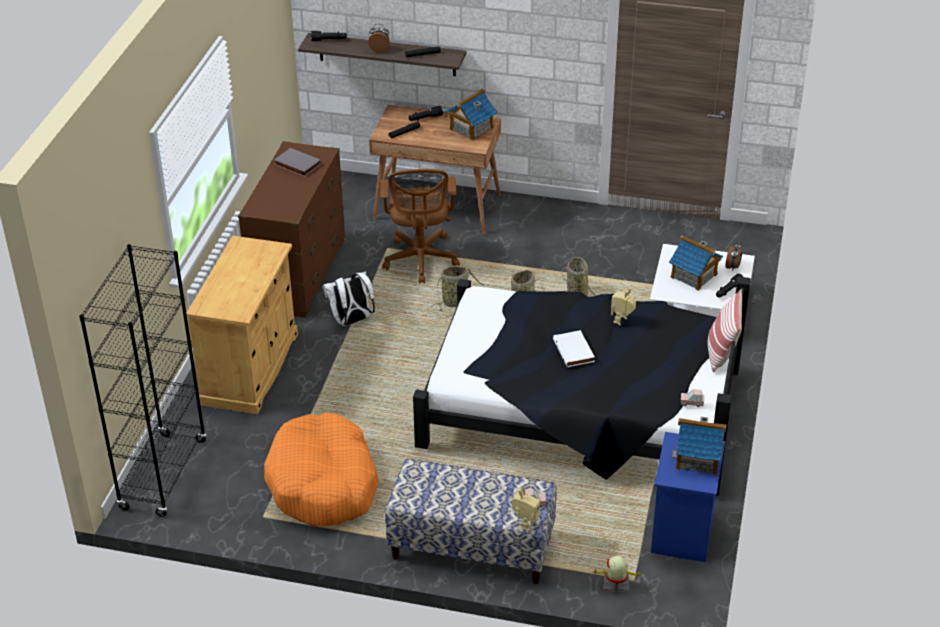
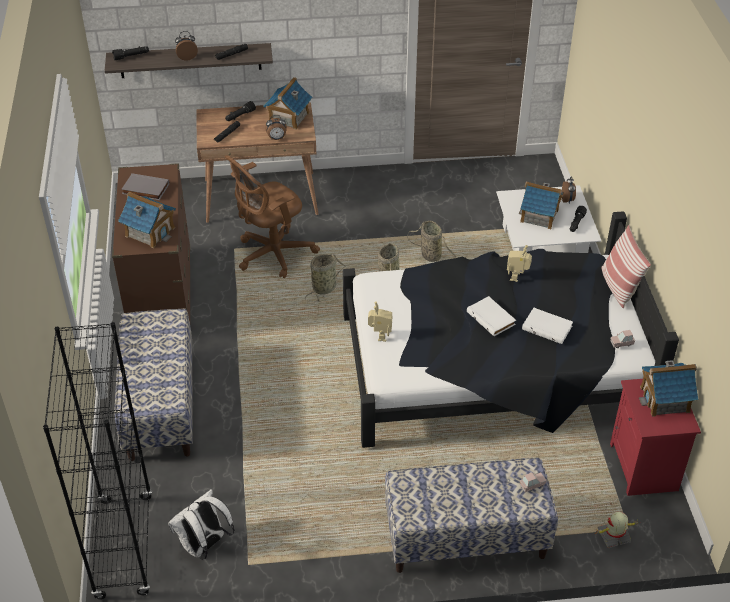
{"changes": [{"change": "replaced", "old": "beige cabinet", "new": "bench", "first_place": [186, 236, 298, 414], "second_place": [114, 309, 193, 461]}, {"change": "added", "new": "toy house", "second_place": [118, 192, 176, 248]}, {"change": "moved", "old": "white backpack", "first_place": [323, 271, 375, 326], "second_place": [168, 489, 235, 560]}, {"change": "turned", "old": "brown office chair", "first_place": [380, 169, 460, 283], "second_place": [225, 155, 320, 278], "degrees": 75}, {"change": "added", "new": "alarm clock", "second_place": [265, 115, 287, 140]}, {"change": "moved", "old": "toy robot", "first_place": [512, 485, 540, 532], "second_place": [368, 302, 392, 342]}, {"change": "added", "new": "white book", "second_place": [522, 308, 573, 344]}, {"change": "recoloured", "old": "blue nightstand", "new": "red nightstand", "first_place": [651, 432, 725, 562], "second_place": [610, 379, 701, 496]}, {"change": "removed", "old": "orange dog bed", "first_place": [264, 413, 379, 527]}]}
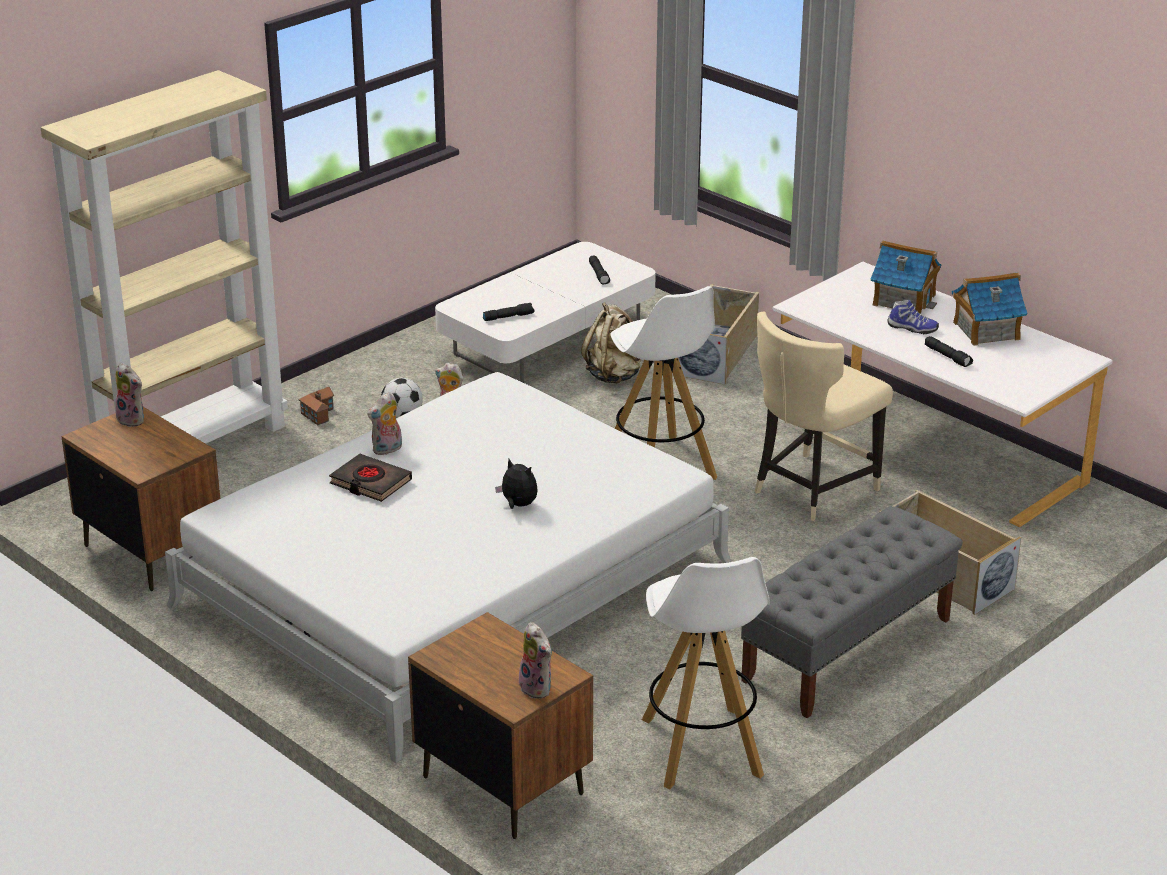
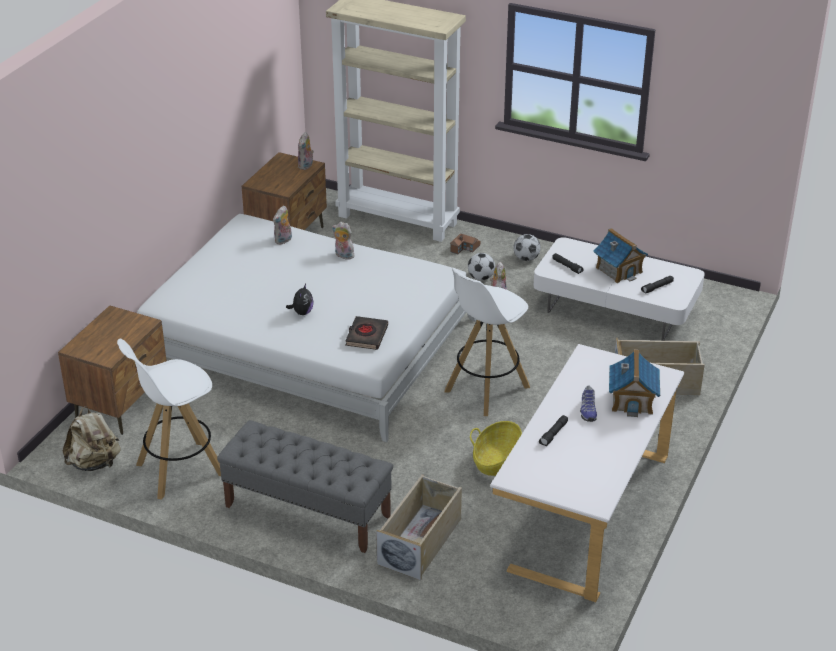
{"changes": [{"change": "moved", "old": "beige backpack", "first_place": [581, 302, 641, 384], "second_place": [63, 406, 121, 471]}, {"change": "moved", "old": "plush toy", "first_place": [519, 622, 552, 699], "second_place": [273, 205, 292, 245]}, {"change": "moved", "old": "black book", "first_place": [329, 454, 412, 502], "second_place": [345, 316, 388, 350]}, {"change": "replaced", "old": "beige chair", "new": "basket", "first_place": [754, 312, 893, 521], "second_place": [470, 421, 522, 476]}, {"change": "added", "new": "football", "second_place": [513, 234, 541, 261]}, {"change": "moved", "old": "toy house", "first_place": [952, 272, 1028, 346], "second_place": [593, 228, 648, 283]}]}
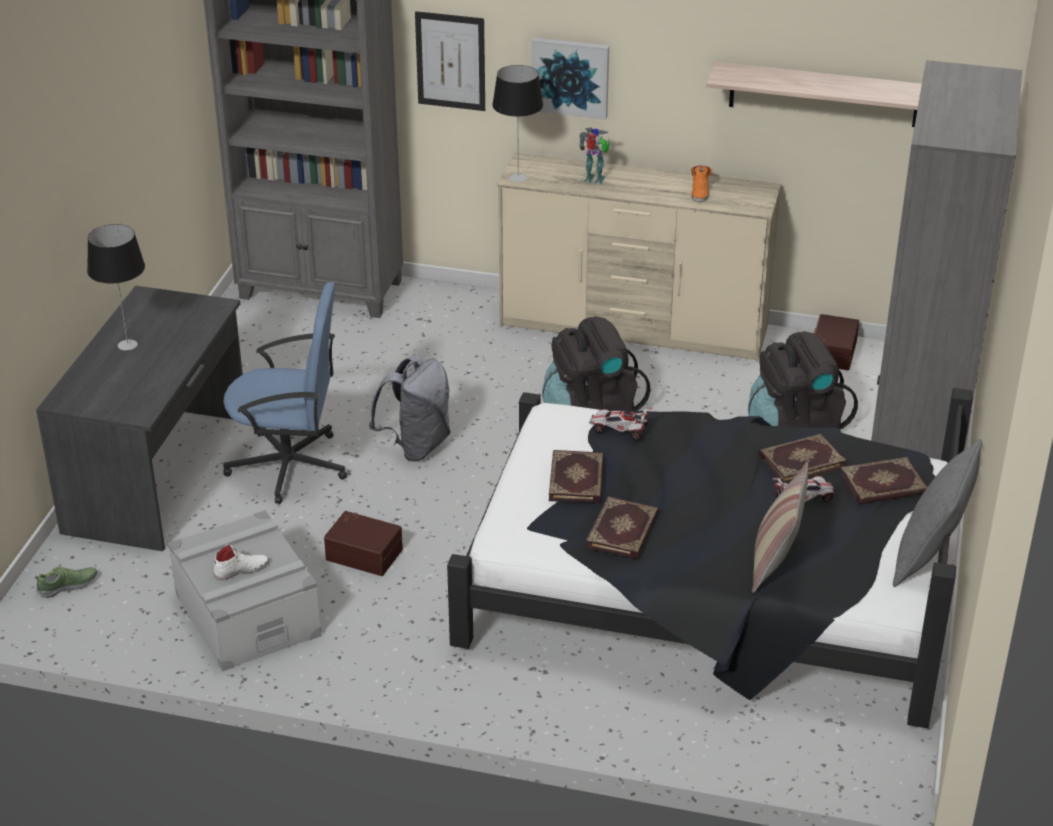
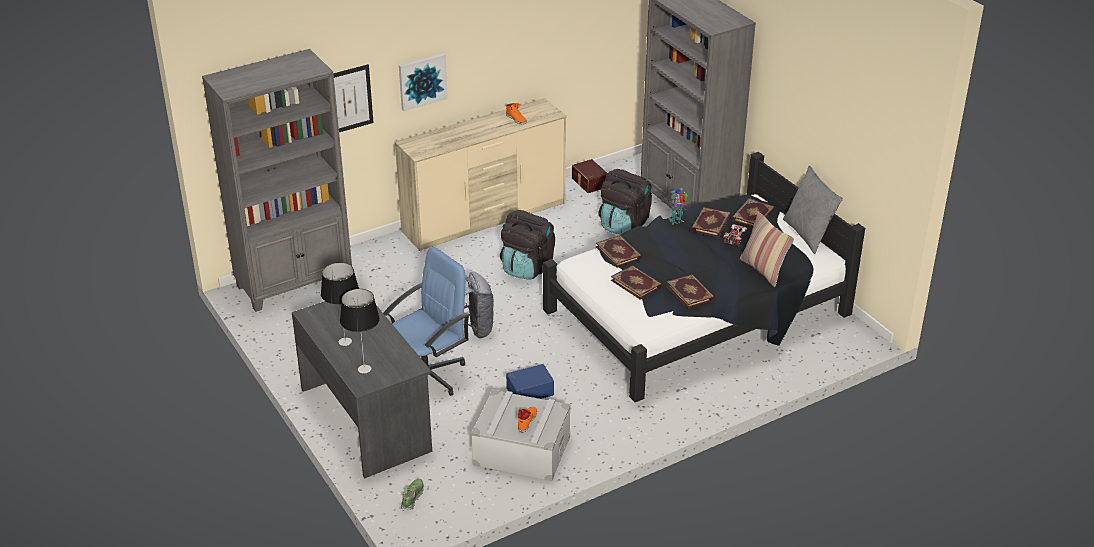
{"changes": [{"change": "moved", "old": "table lamp", "first_place": [492, 65, 543, 182], "second_place": [340, 289, 380, 373]}, {"change": "recoloured", "old": "brown storage box", "new": "blue storage box", "first_place": [324, 511, 403, 576], "second_place": [506, 364, 554, 399]}, {"change": "recoloured", "old": "white shoe", "new": "orange shoe", "first_place": [214, 543, 269, 580], "second_place": [518, 407, 537, 432]}, {"change": "replaced", "old": "toy car", "new": "book", "first_place": [589, 407, 653, 440], "second_place": [596, 235, 642, 268]}, {"change": "moved", "old": "toy robot", "first_place": [579, 128, 610, 185], "second_place": [669, 188, 689, 225]}, {"change": "removed", "old": "shelf", "first_place": [706, 62, 922, 127]}]}
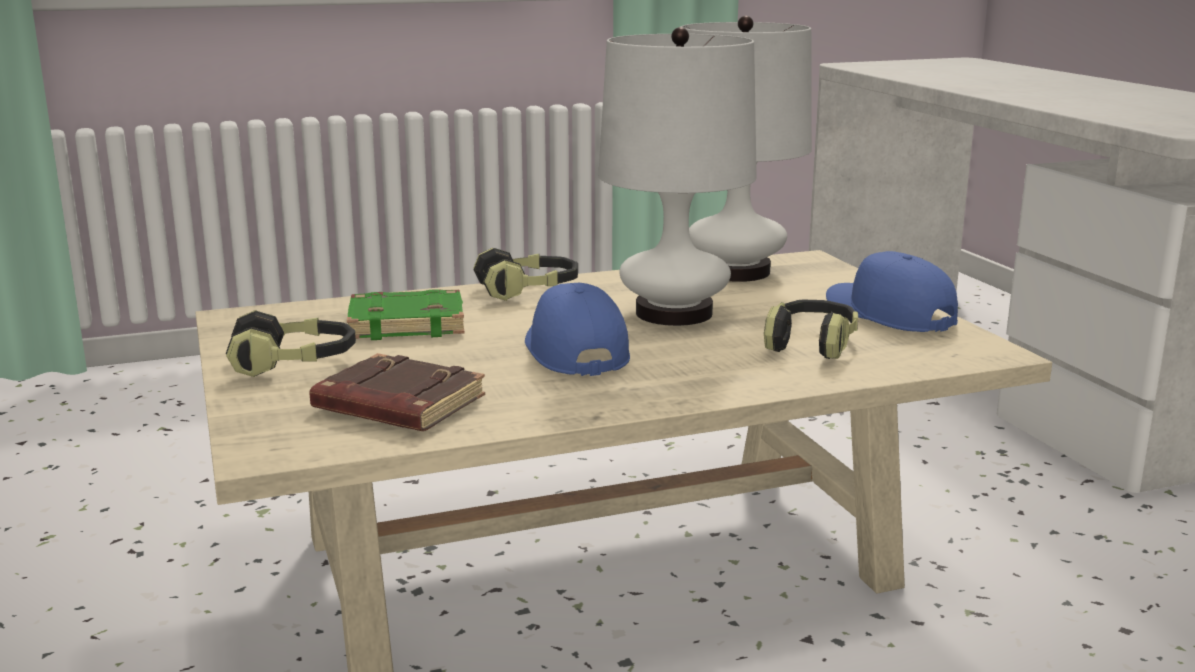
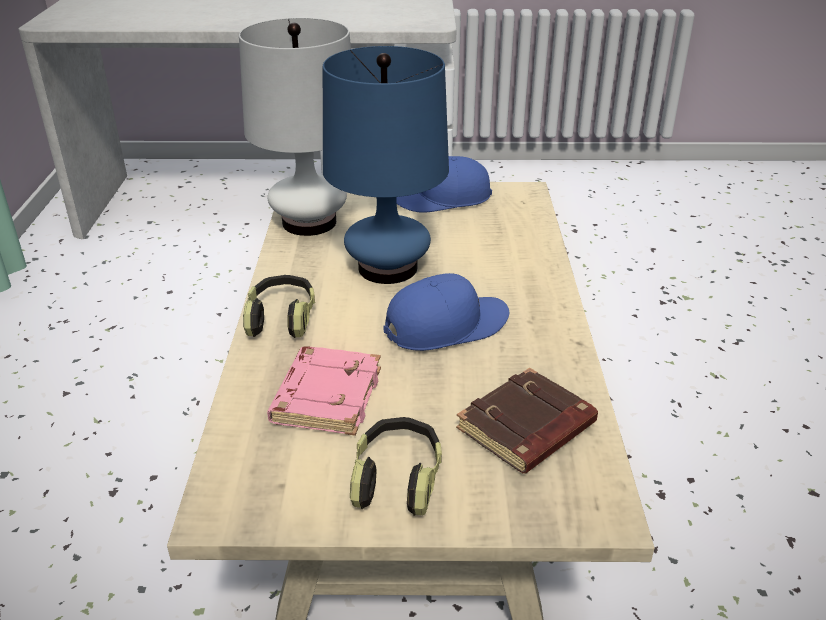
{"changes": [{"change": "recoloured", "old": "green book", "new": "pink book", "first_place": [347, 289, 465, 340], "second_place": [267, 346, 381, 436]}, {"change": "recoloured", "old": "white table lamp", "new": "blue table lamp", "first_place": [598, 27, 757, 326], "second_place": [323, 46, 449, 284]}, {"change": "turned", "old": "blue cap", "first_place": [525, 283, 630, 376], "second_place": [383, 273, 509, 351], "degrees": 150}, {"change": "removed", "old": "headphones", "first_place": [764, 299, 858, 359]}]}
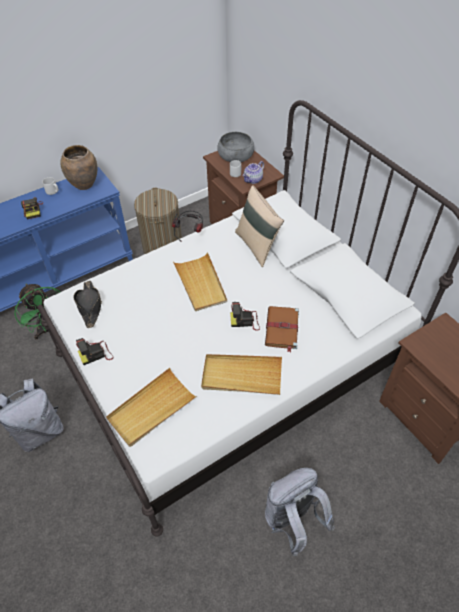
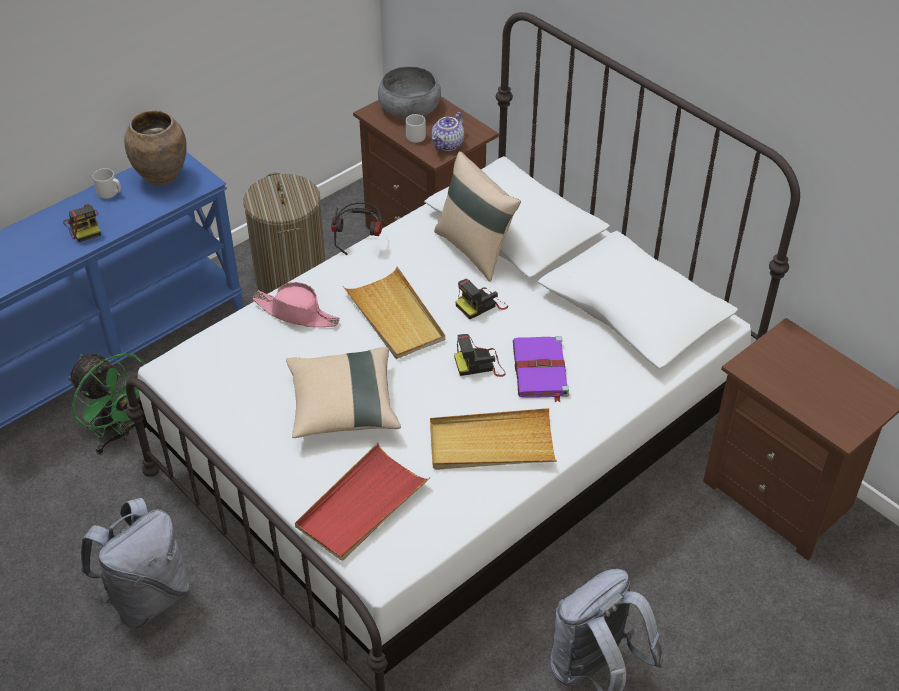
{"changes": [{"change": "added", "new": "pink hat", "second_place": [252, 282, 340, 327]}, {"change": "added", "new": "beige pillow", "second_place": [286, 347, 401, 438]}, {"change": "recoloured", "old": "beige tray", "new": "red tray", "first_place": [106, 368, 197, 447], "second_place": [295, 443, 430, 561]}, {"change": "moved", "old": "photo camera", "first_place": [76, 338, 114, 365], "second_place": [455, 279, 508, 319]}, {"change": "recoloured", "old": "brown book", "new": "purple book", "first_place": [265, 306, 299, 352], "second_place": [513, 336, 569, 402]}, {"change": "removed", "old": "black hat", "first_place": [73, 281, 102, 328]}]}
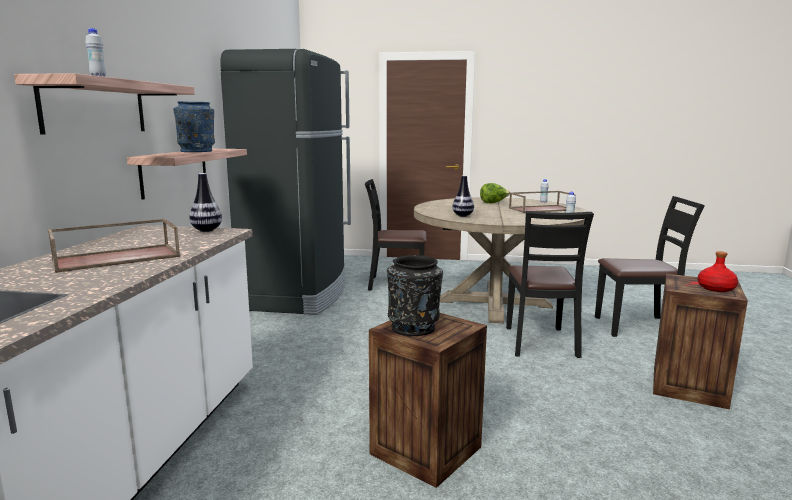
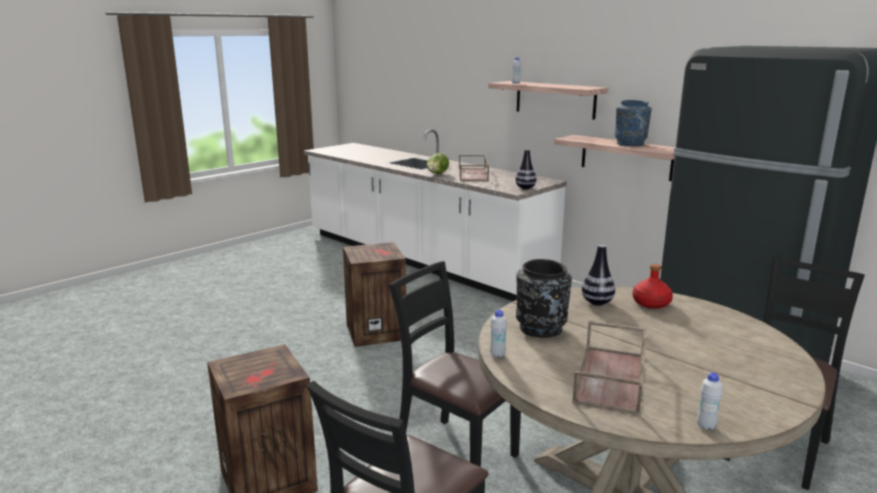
{"changes": [{"change": "moved", "old": "lettuce", "first_place": [480, 183, 510, 203], "second_place": [427, 153, 449, 174]}, {"change": "moved", "old": "black vase", "first_place": [387, 255, 443, 336], "second_place": [516, 259, 572, 338]}, {"change": "moved", "old": "red bottle", "first_place": [698, 251, 738, 292], "second_place": [632, 264, 673, 309]}]}
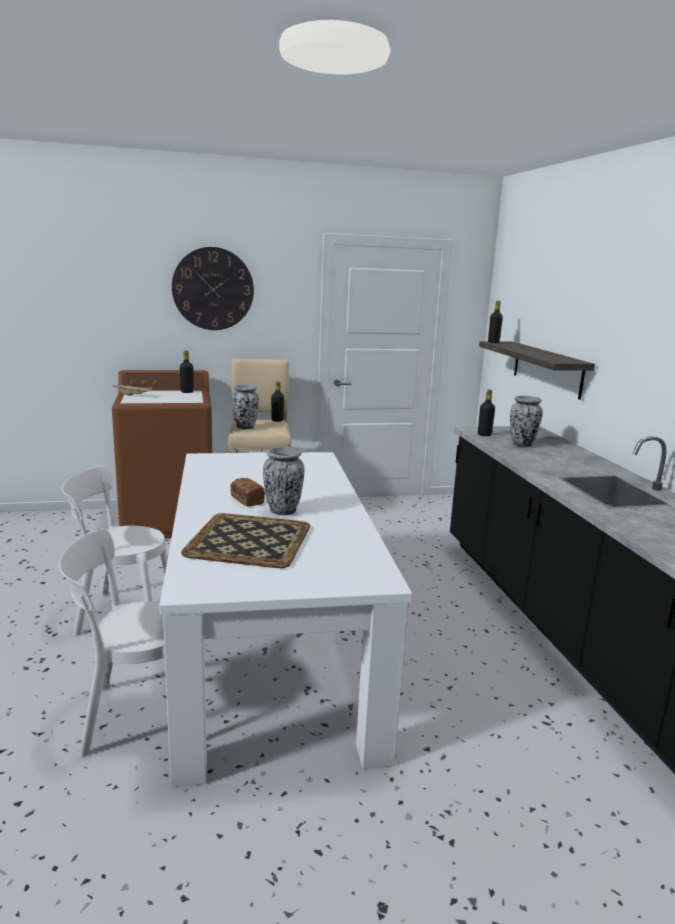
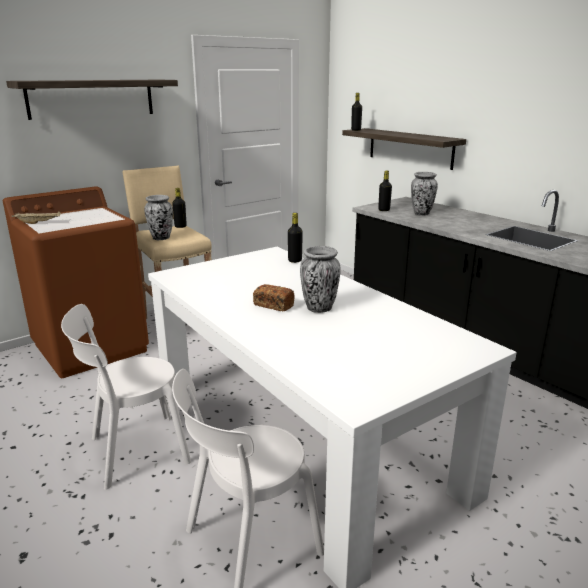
{"changes": [{"change": "replaced", "old": "wall clock", "new": "shelf", "first_place": [172, 247, 254, 330], "second_place": [6, 80, 178, 120]}, {"change": "moved", "old": "black bottle", "first_place": [180, 351, 194, 393], "second_place": [288, 213, 303, 263]}, {"change": "removed", "old": "tray", "first_place": [181, 513, 310, 568]}]}
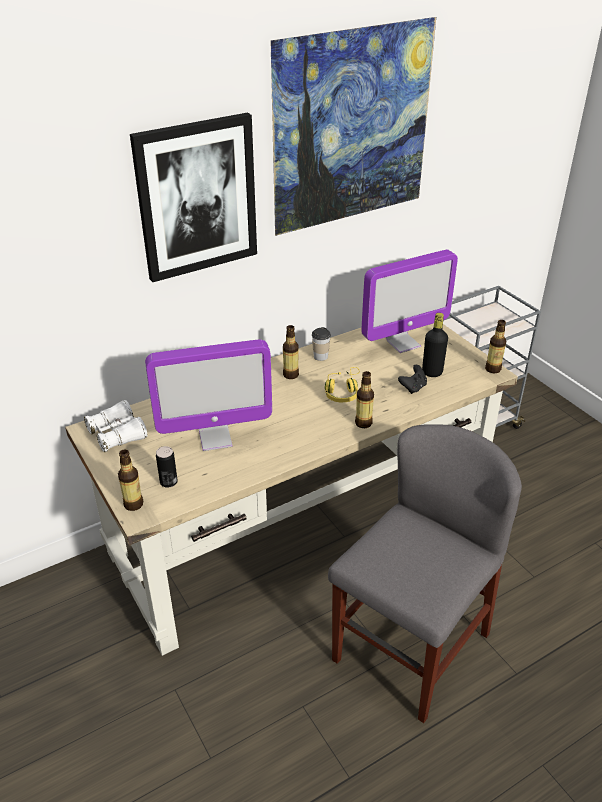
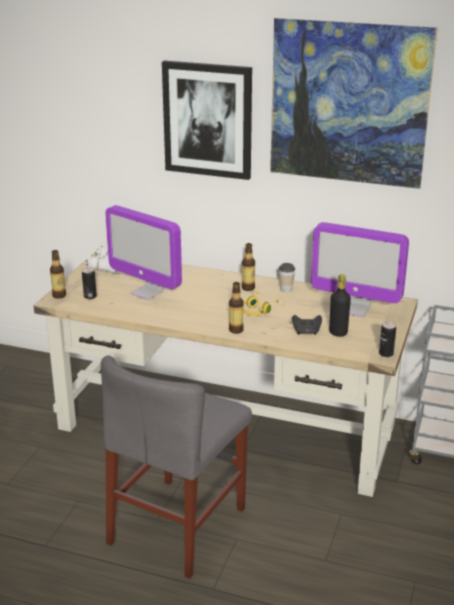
{"changes": [{"change": "turned", "old": "grey chair", "first_place": [328, 424, 522, 723], "second_place": [101, 355, 252, 579], "degrees": 120}, {"change": "replaced", "old": "bottle", "new": "can", "first_place": [485, 320, 506, 373], "second_place": [379, 322, 396, 357]}]}
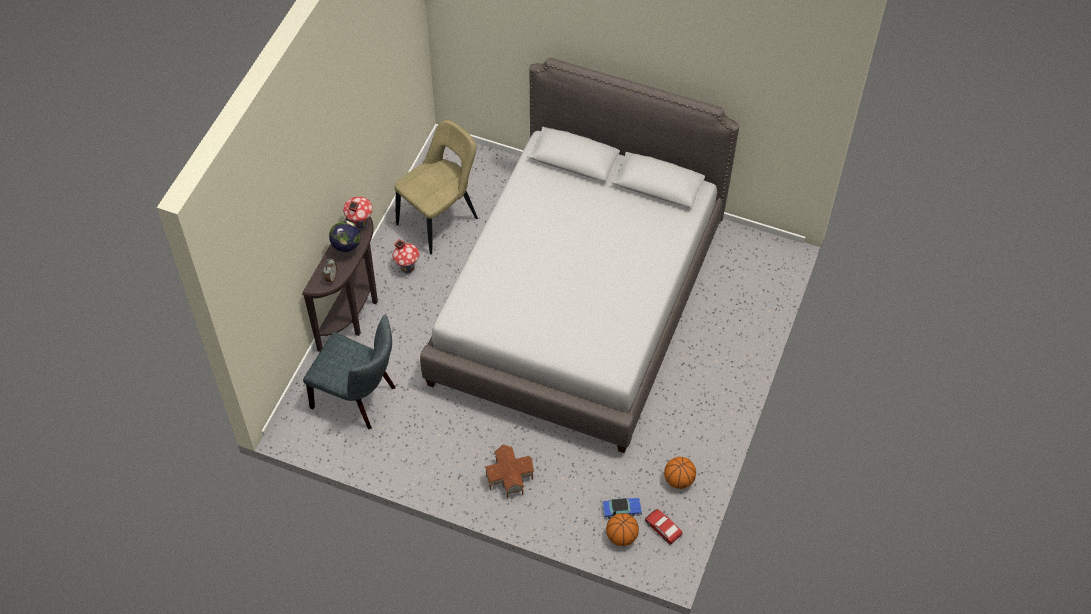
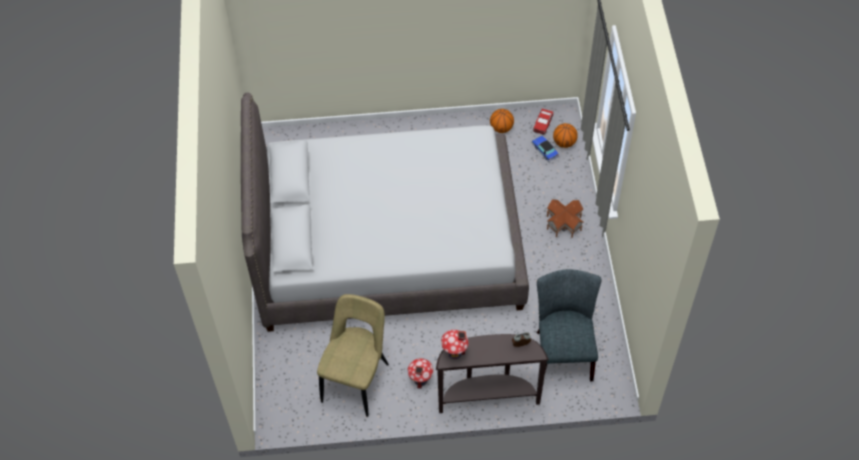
{"changes": [{"change": "turned", "old": "beige chair", "first_place": [395, 120, 478, 254], "second_place": [317, 294, 389, 417], "degrees": 90}, {"change": "removed", "old": "globe", "first_place": [329, 220, 361, 257]}]}
